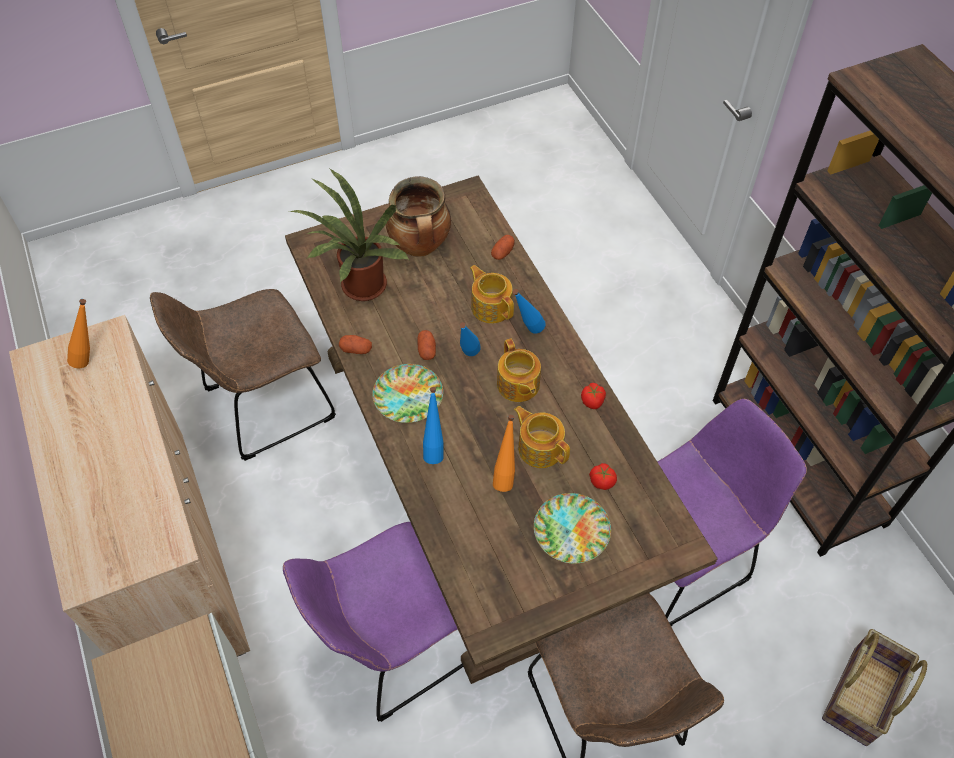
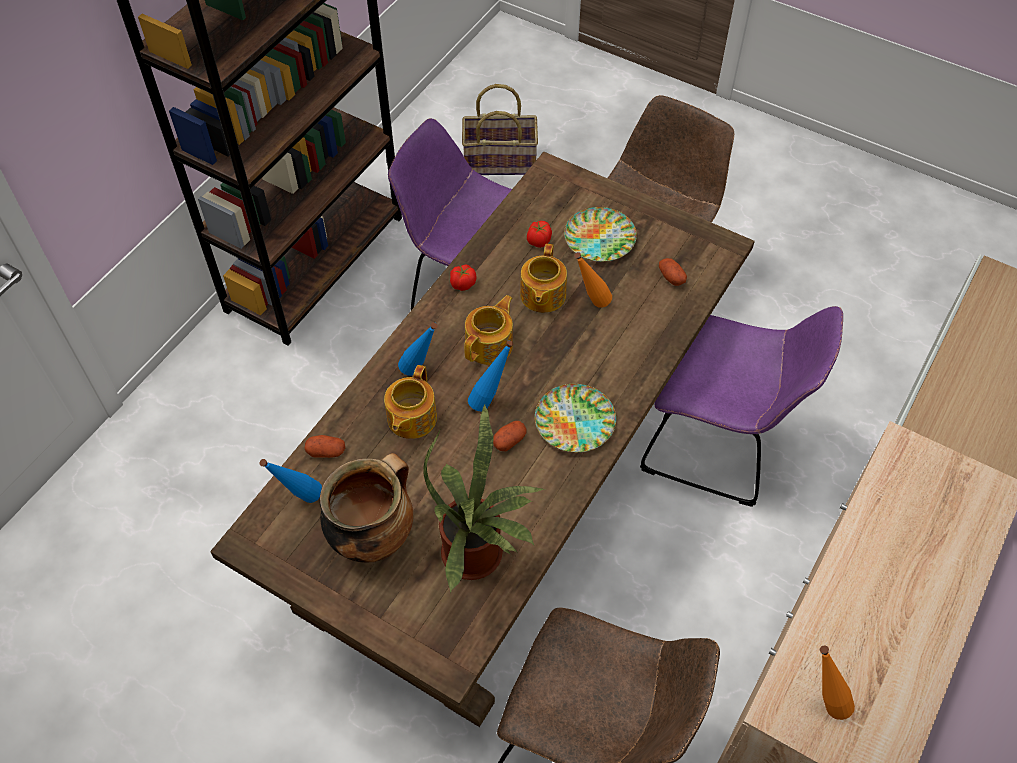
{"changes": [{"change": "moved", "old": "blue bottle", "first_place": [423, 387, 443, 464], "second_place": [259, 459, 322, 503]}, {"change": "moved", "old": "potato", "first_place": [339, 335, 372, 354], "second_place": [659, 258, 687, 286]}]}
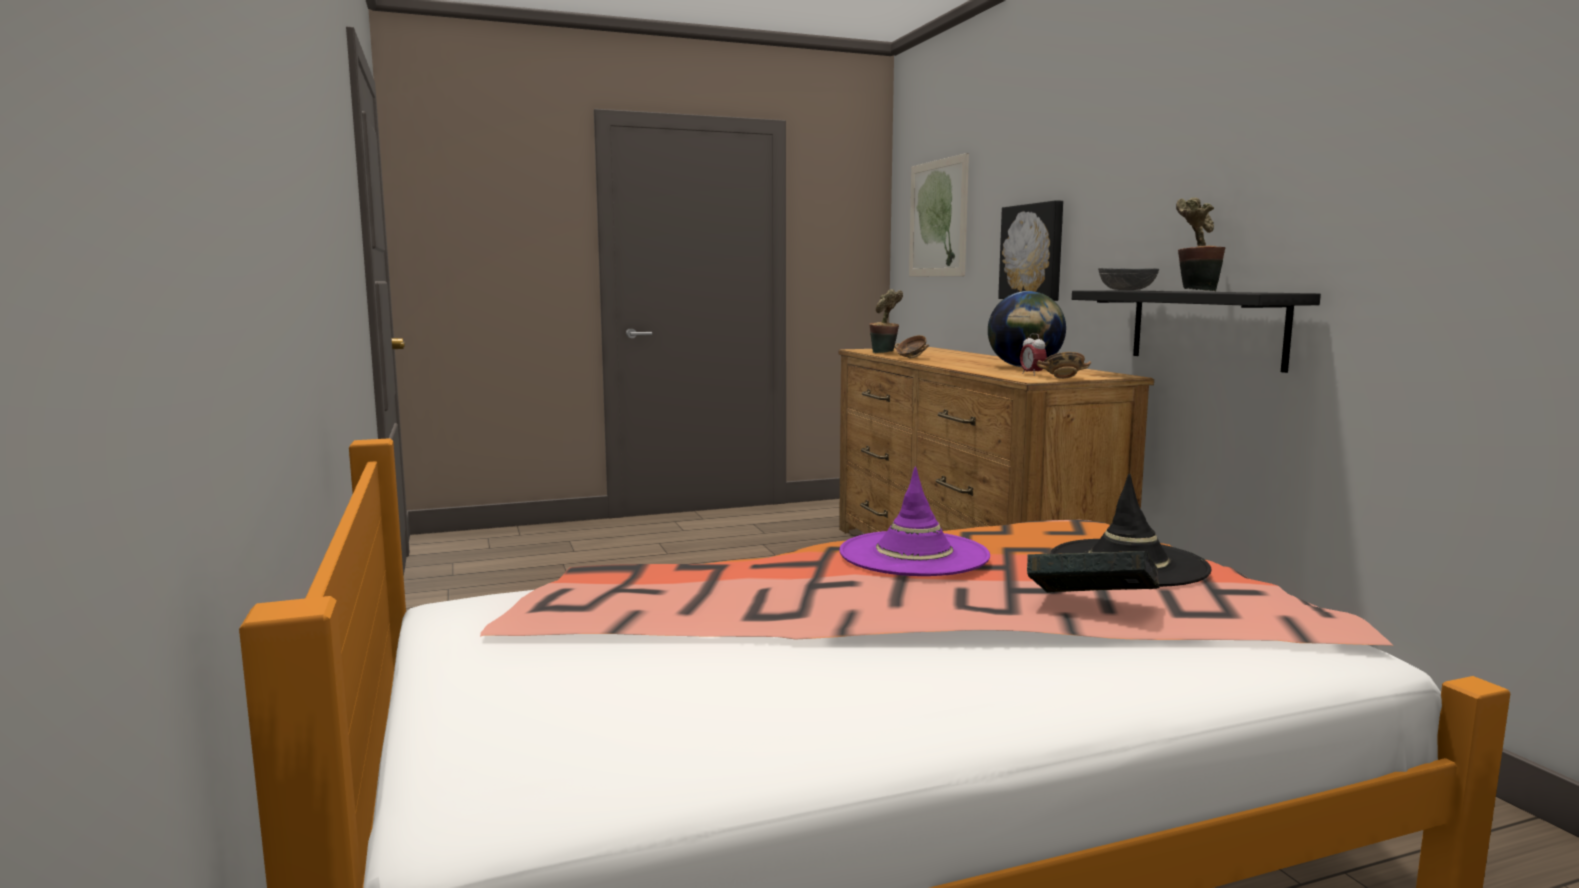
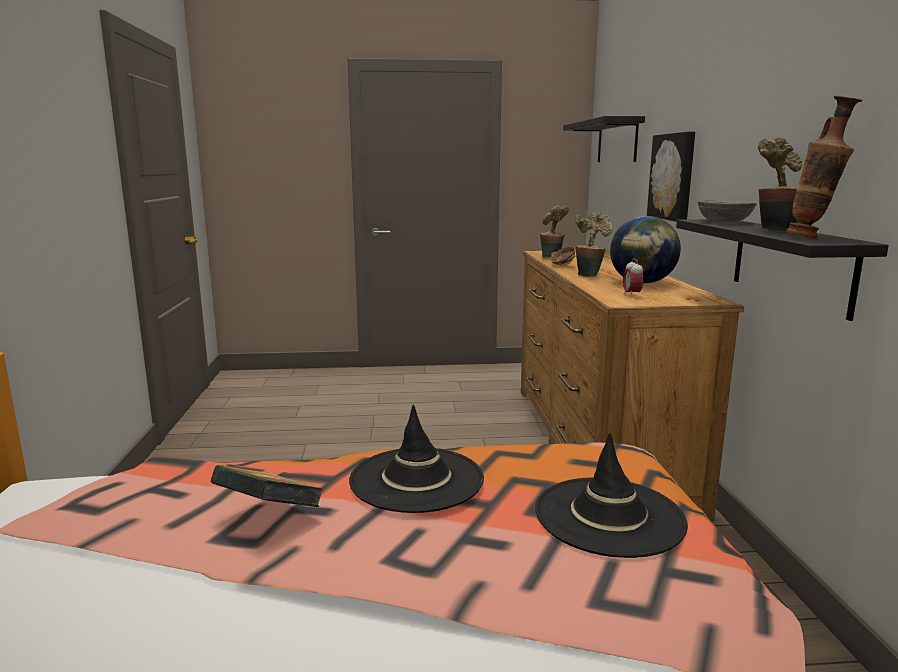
{"changes": [{"change": "moved", "old": "book", "first_place": [1027, 551, 1159, 593], "second_place": [211, 465, 324, 507]}, {"change": "recoloured", "old": "purple hat", "new": "black hat", "first_place": [839, 466, 990, 576], "second_place": [349, 405, 484, 513]}, {"change": "replaced", "old": "picture", "new": "black shelf", "first_place": [909, 153, 969, 277], "second_place": [563, 116, 645, 162]}, {"change": "added", "new": "potted plant", "second_place": [575, 212, 613, 277]}, {"change": "added", "new": "vase", "second_place": [786, 96, 863, 238]}, {"change": "removed", "old": "bowl", "first_place": [1037, 352, 1091, 379]}]}
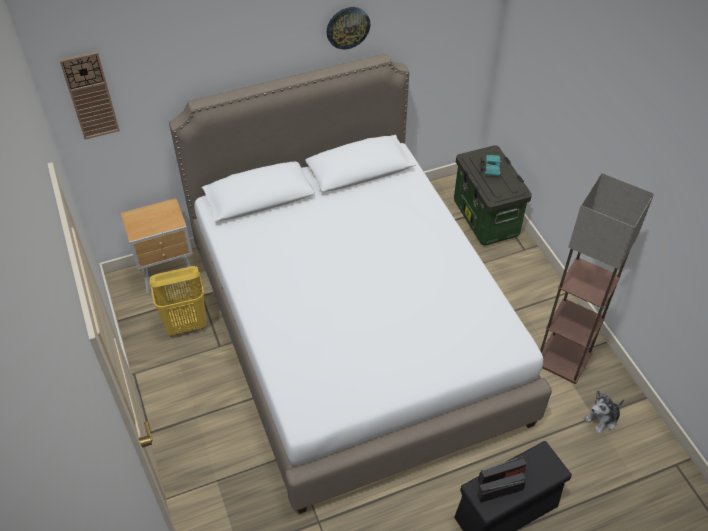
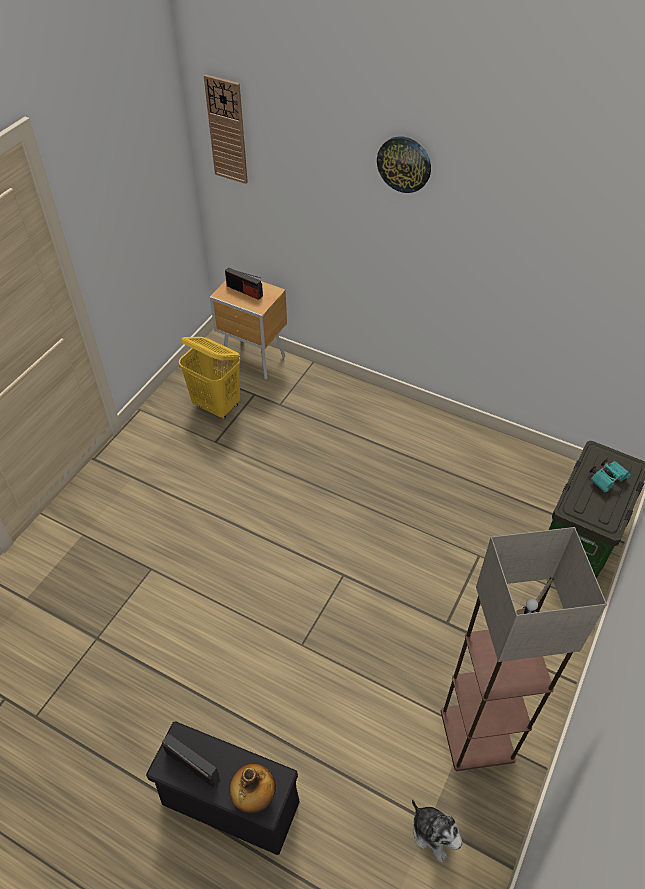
{"changes": [{"change": "moved", "old": "radio", "first_place": [478, 456, 526, 485], "second_place": [225, 267, 263, 300]}, {"change": "added", "new": "bottle", "second_place": [230, 764, 276, 813]}, {"change": "moved", "old": "wall clock", "first_place": [327, 7, 370, 49], "second_place": [377, 136, 431, 193]}, {"change": "turned", "old": "plush toy", "first_place": [584, 390, 624, 434], "second_place": [412, 799, 463, 863], "degrees": -150}, {"change": "removed", "old": "white bed", "first_place": [169, 54, 552, 514]}]}
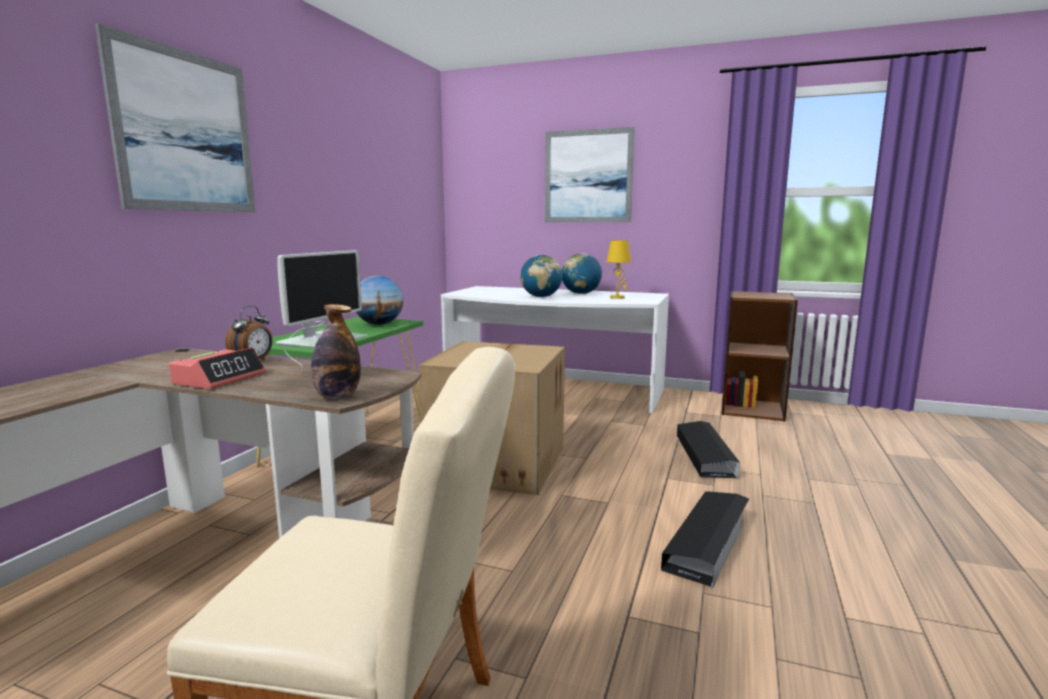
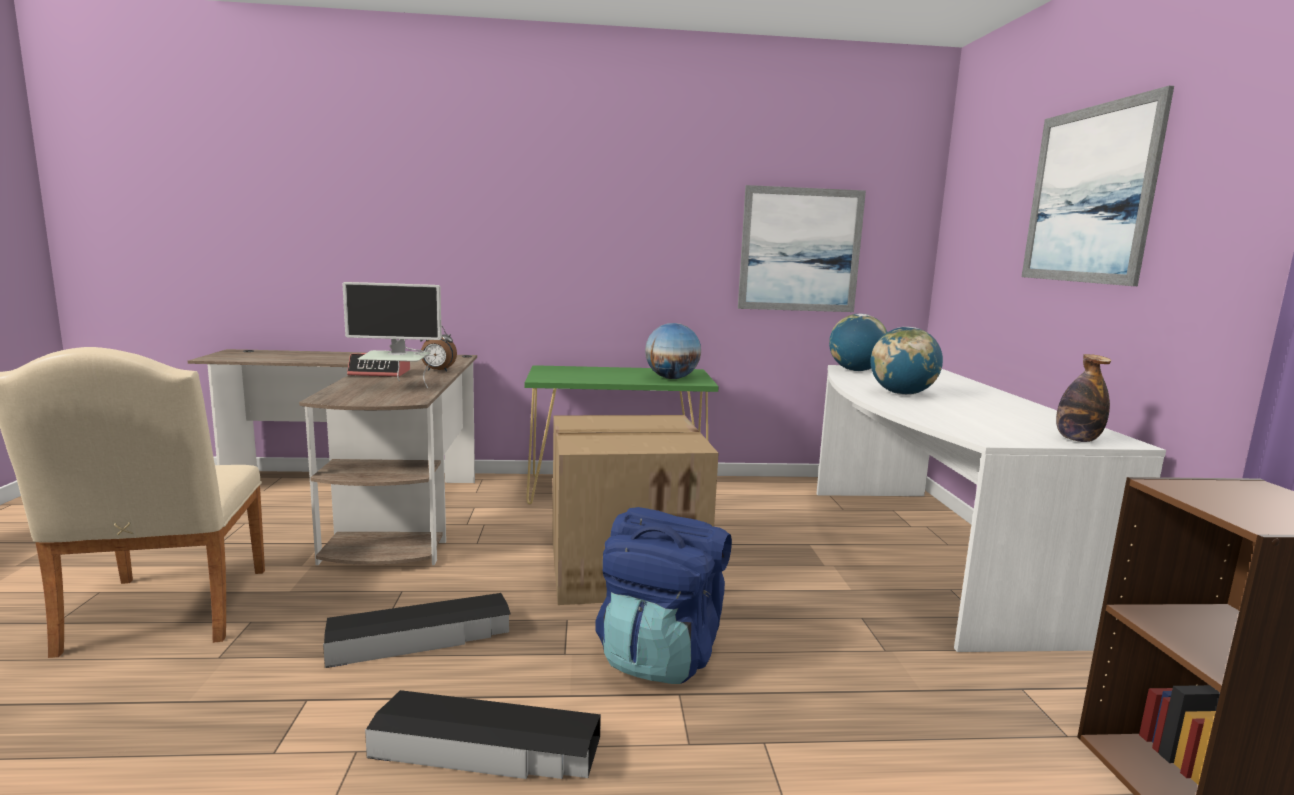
{"changes": [{"change": "moved", "old": "black storage box", "first_place": [677, 421, 740, 478], "second_place": [323, 593, 511, 668]}, {"change": "added", "new": "blue backpack", "second_place": [595, 507, 732, 684]}, {"change": "moved", "old": "picture", "first_place": [95, 23, 256, 212], "second_place": [738, 185, 866, 312]}, {"change": "moved", "old": "globe", "first_place": [562, 253, 602, 294], "second_place": [829, 314, 887, 371]}, {"change": "moved", "old": "bottle", "first_place": [311, 304, 361, 399], "second_place": [1056, 354, 1111, 442]}, {"change": "removed", "old": "yellow table lamp", "first_place": [607, 240, 631, 299]}]}
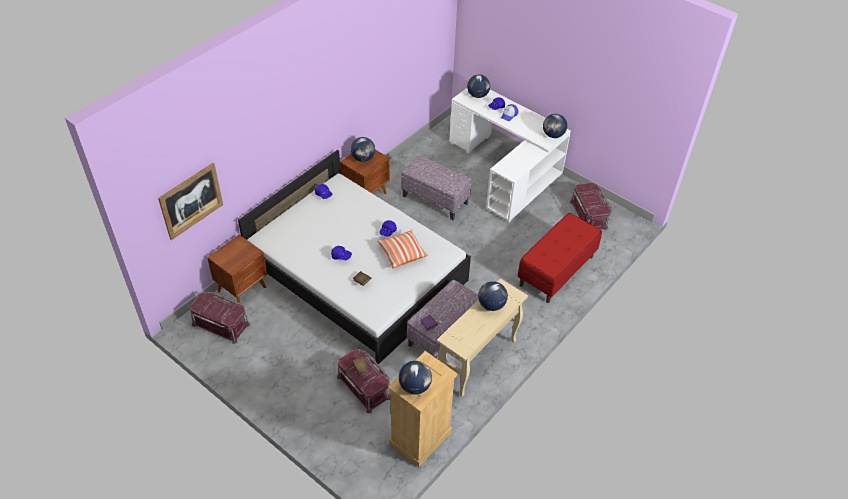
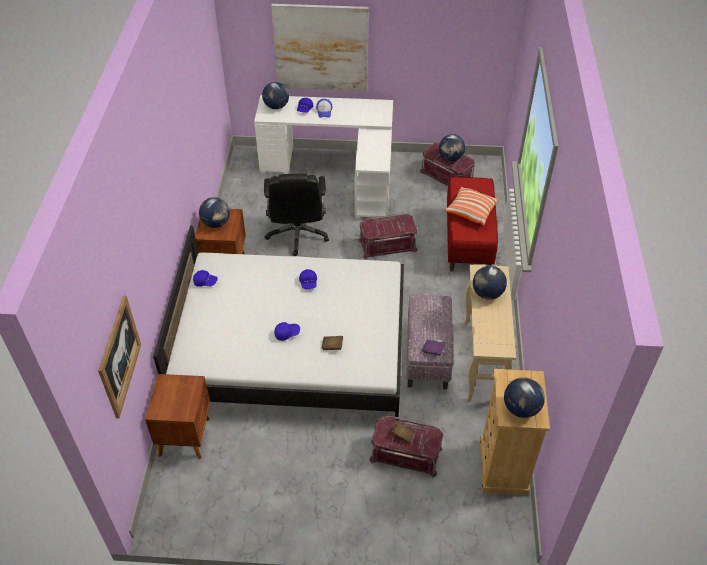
{"changes": [{"change": "replaced", "old": "ottoman", "new": "black office chair", "first_place": [401, 155, 471, 220], "second_place": [264, 173, 329, 256]}, {"change": "added", "new": "picture", "second_place": [271, 4, 369, 91]}, {"change": "moved", "old": "red storage box", "first_place": [189, 292, 251, 344], "second_place": [358, 214, 417, 260]}, {"change": "moved", "old": "globe", "first_place": [543, 114, 567, 138], "second_place": [439, 134, 465, 161]}, {"change": "moved", "old": "pillow", "first_place": [377, 230, 428, 268], "second_place": [445, 187, 499, 226]}]}
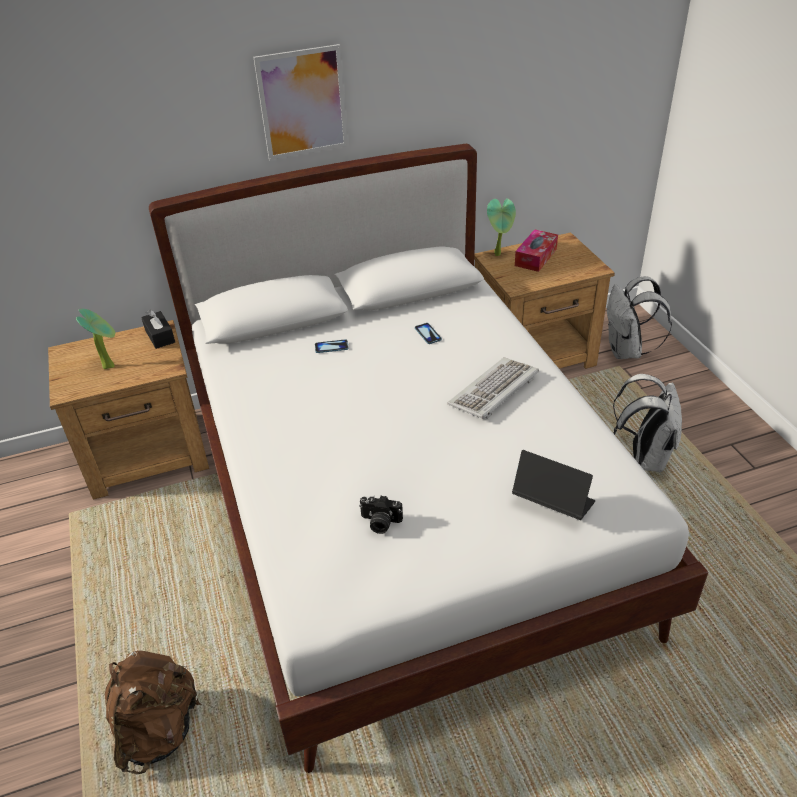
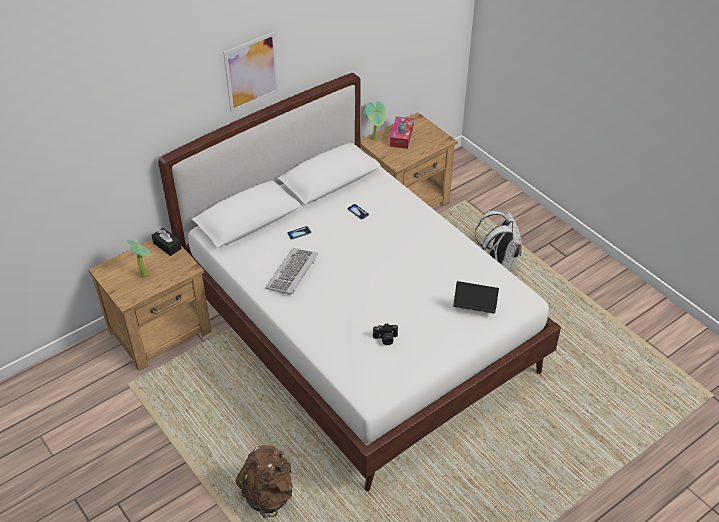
{"changes": [{"change": "moved", "old": "keyboard", "first_place": [447, 357, 539, 419], "second_place": [265, 248, 318, 295]}, {"change": "removed", "old": "white backpack", "first_place": [607, 276, 672, 359]}]}
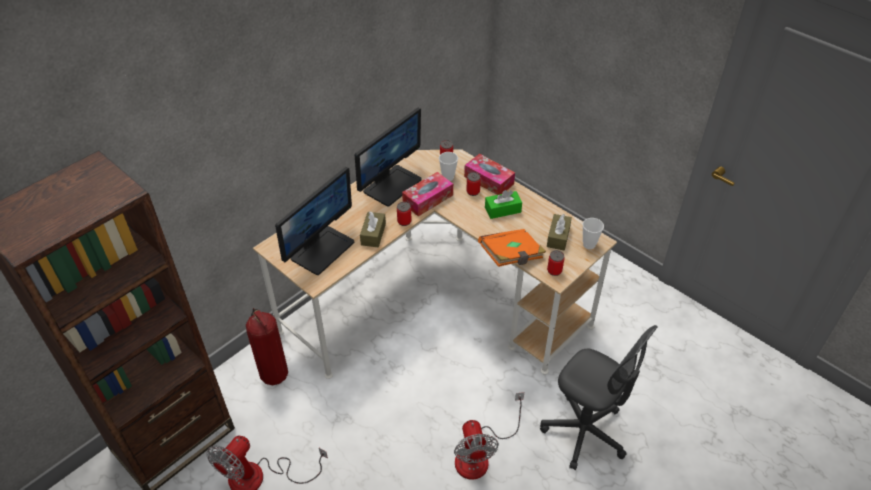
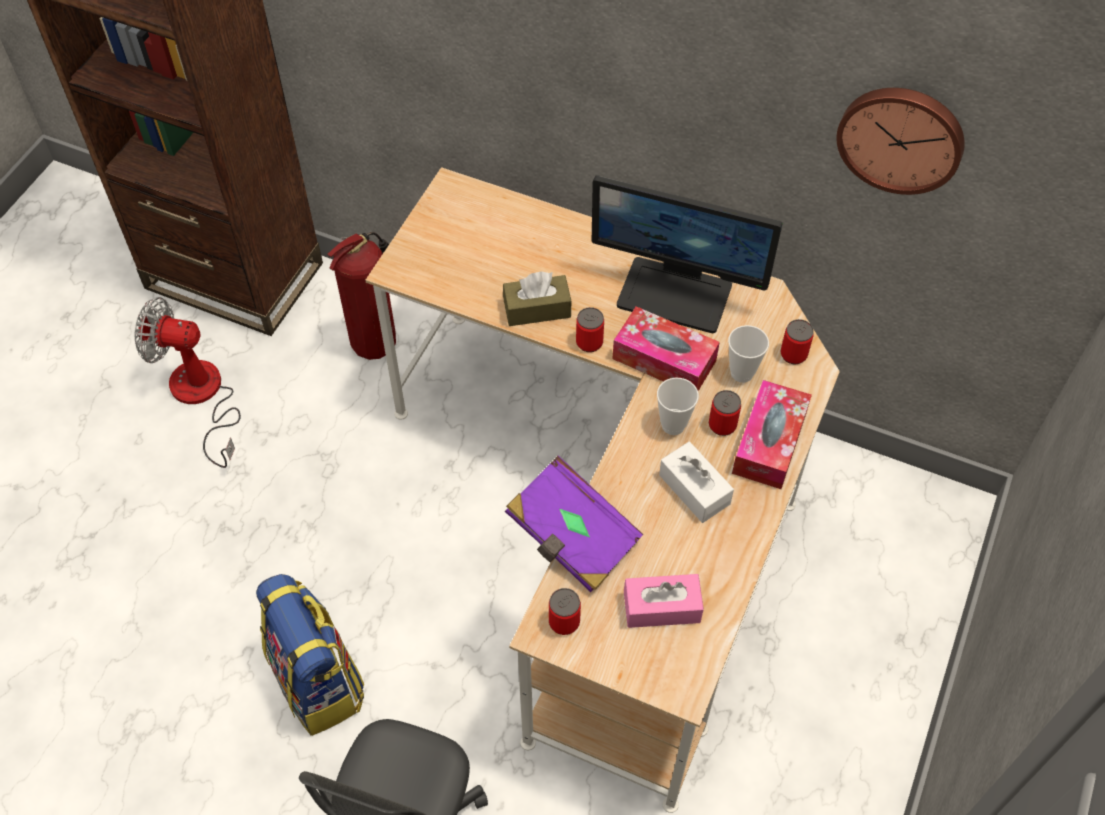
{"changes": [{"change": "replaced", "old": "fan", "new": "backpack", "first_place": [454, 392, 524, 480], "second_place": [256, 574, 364, 736]}, {"change": "recoloured", "old": "orange book", "new": "purple book", "first_place": [478, 229, 546, 267], "second_place": [505, 455, 643, 592]}, {"change": "recoloured", "old": "brown tissue box", "new": "pink tissue box", "first_place": [547, 214, 572, 251], "second_place": [624, 574, 704, 628]}, {"change": "moved", "old": "cup", "first_place": [583, 218, 604, 249], "second_place": [657, 378, 699, 435]}, {"change": "recoloured", "old": "green tissue box", "new": "white tissue box", "first_place": [485, 190, 522, 219], "second_place": [659, 442, 734, 523]}, {"change": "added", "new": "wall clock", "second_place": [836, 88, 965, 195]}, {"change": "removed", "old": "monitor", "first_place": [275, 167, 354, 275]}]}
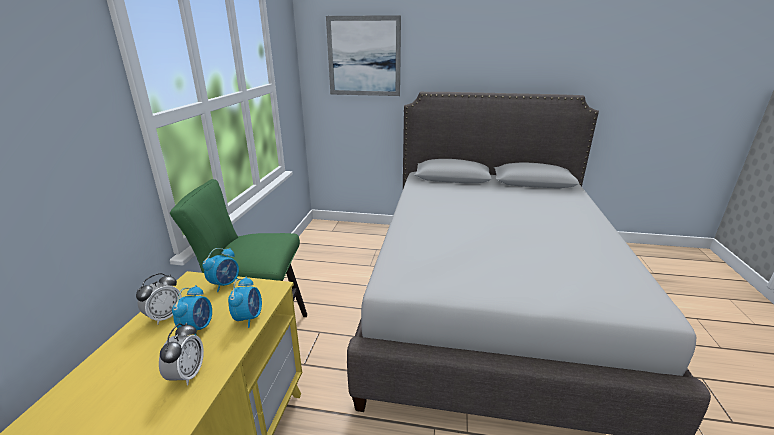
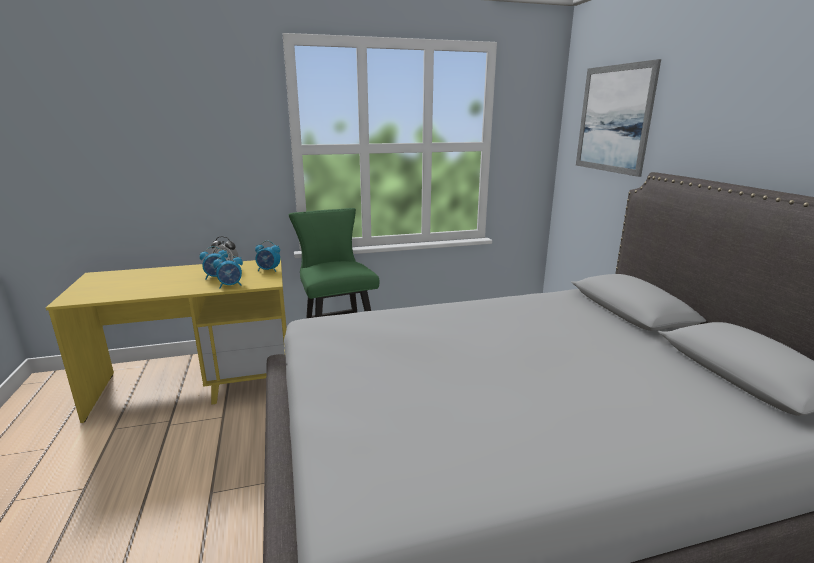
{"changes": [{"change": "removed", "old": "alarm clock", "first_place": [159, 323, 204, 386]}]}
